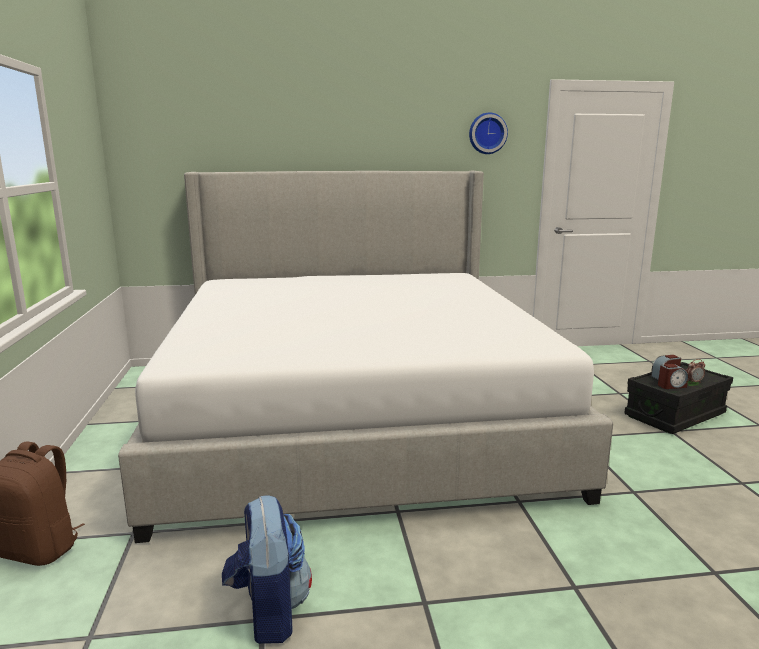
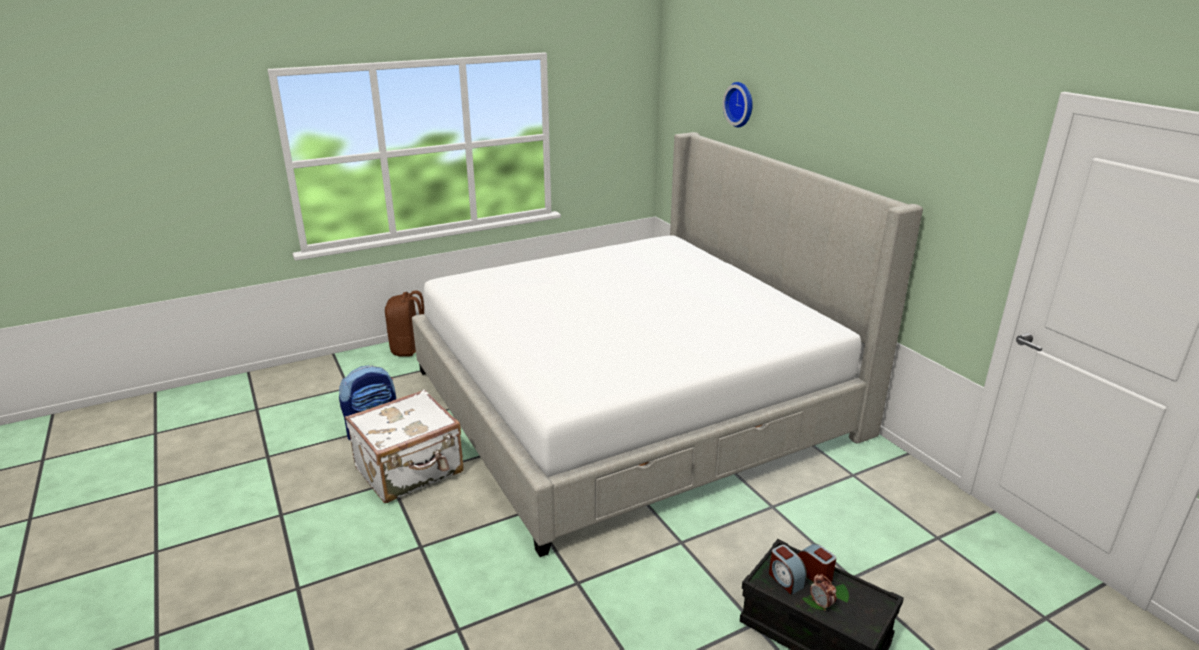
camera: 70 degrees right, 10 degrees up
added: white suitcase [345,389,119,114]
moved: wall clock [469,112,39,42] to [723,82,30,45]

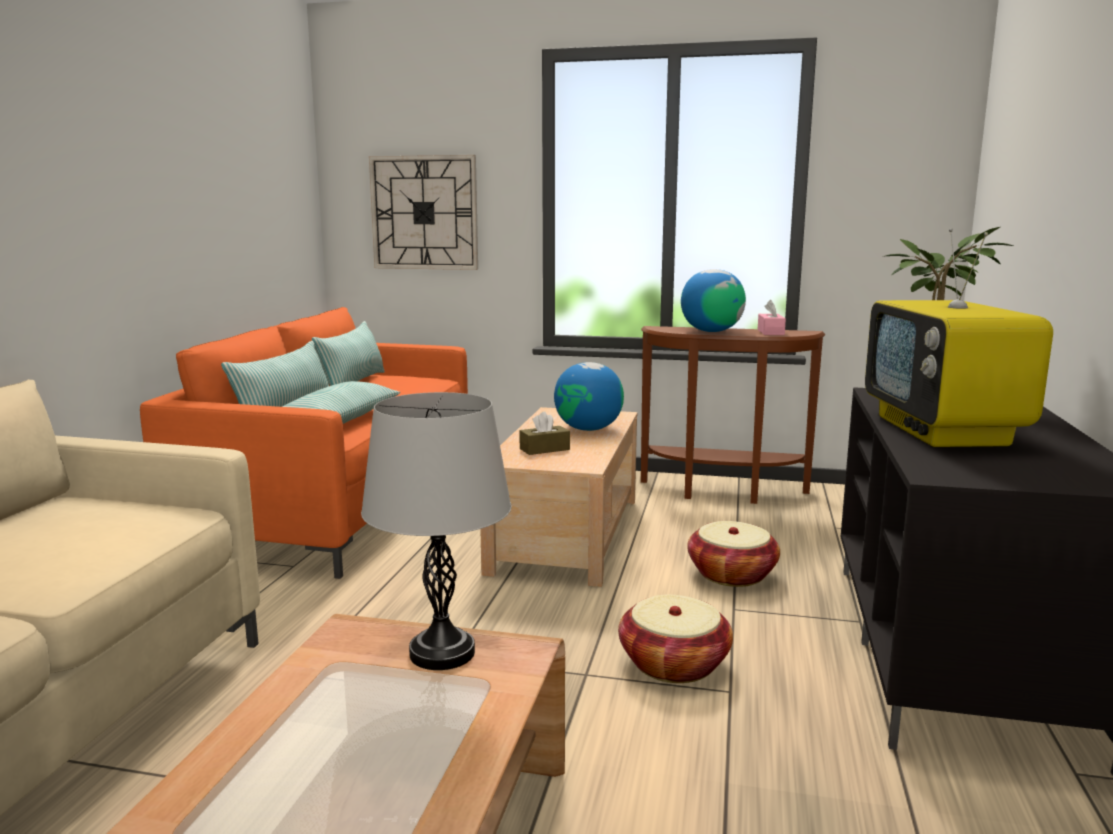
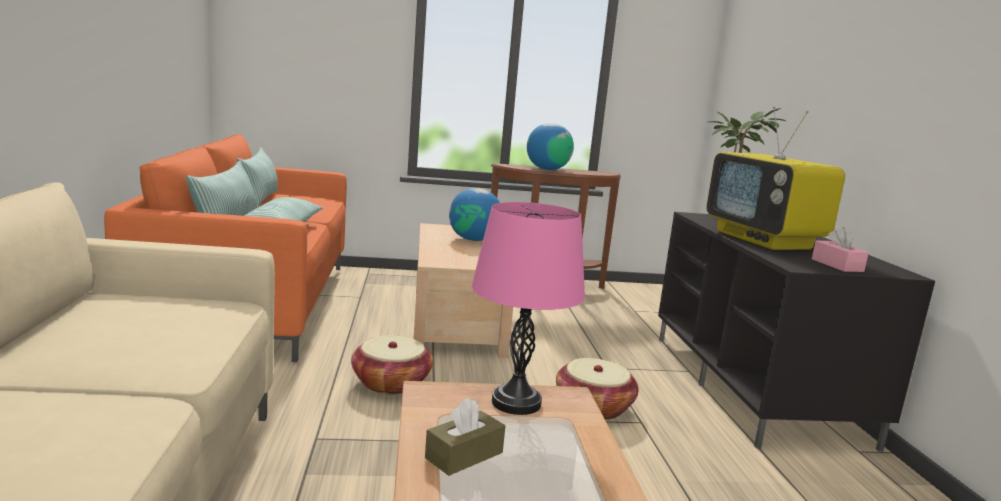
camera: 20 degrees left, 0 degrees up
removed: wall clock [369,155,109,115]
moved: brown tissue box [519,411,51,44] to [425,398,80,78]; basket [687,521,93,66] to [351,335,82,60]; pink tissue box [758,300,28,35] to [812,227,57,45]
recoloured: grey table lamp [361,392,151,278] to pink table lamp [471,202,114,213]

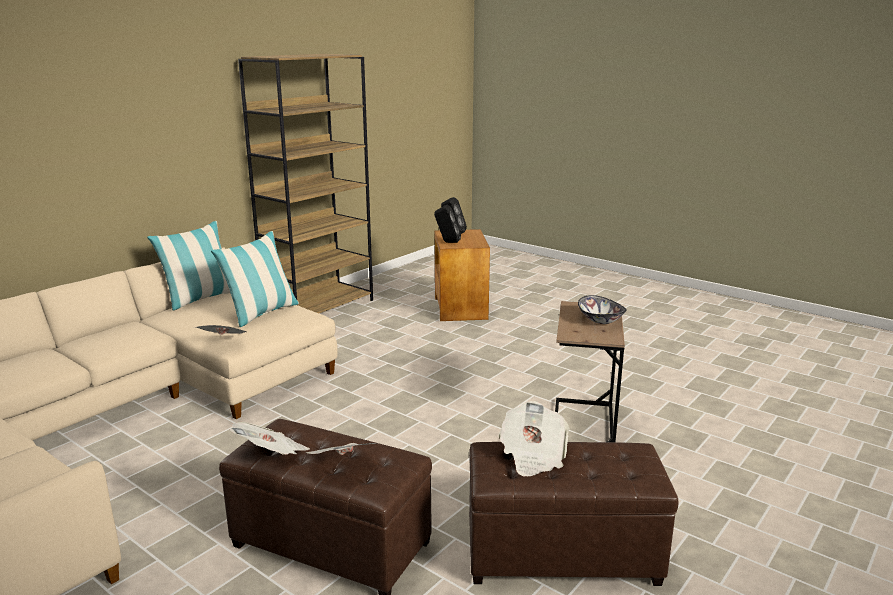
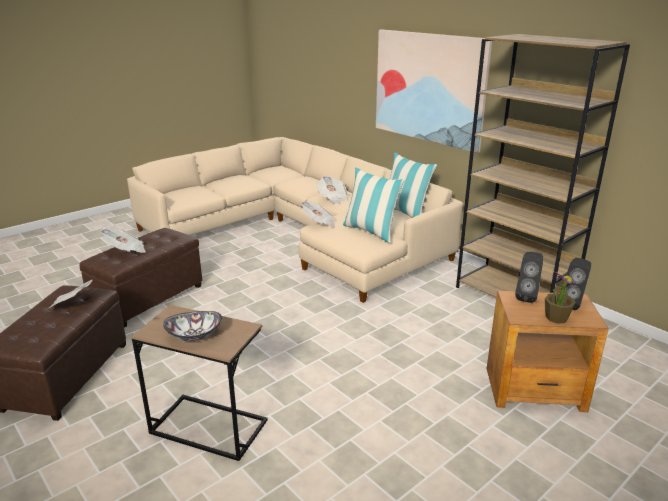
camera: 100 degrees right, 5 degrees up
added: picture [376,29,116,124]; potted plant [545,271,34,53]
moved: newspaper [229,422,81,33] to [317,176,32,28]

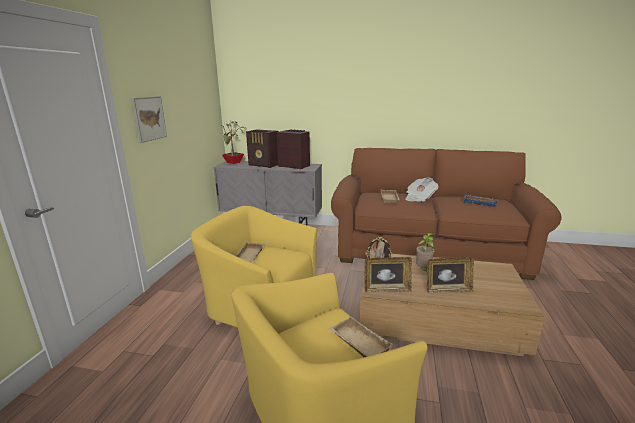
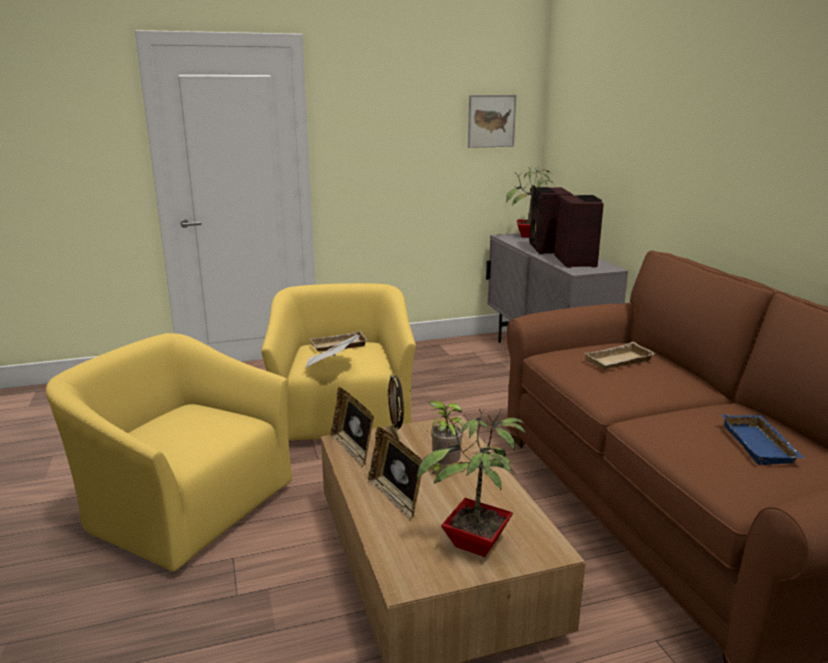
camera: 60 degrees right, 0 degrees up
removed: beige tray [330,316,63,41]
added: potted plant [417,408,109,149]
moved: picture [132,96,35,47] to [468,95,48,53]; newspaper [405,177,33,25] to [304,334,56,34]

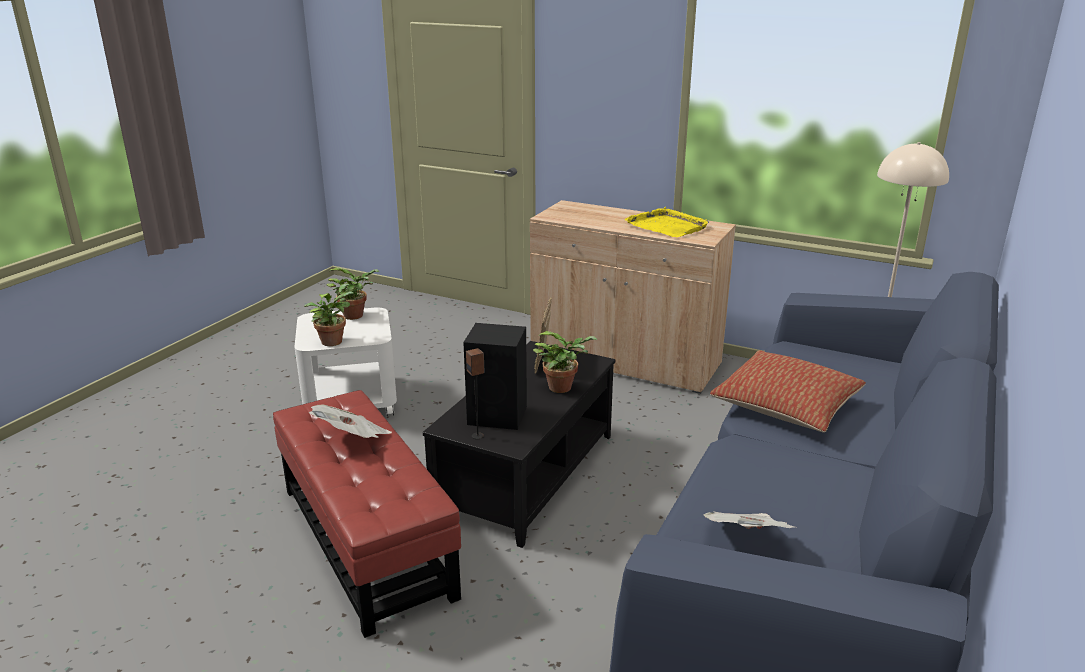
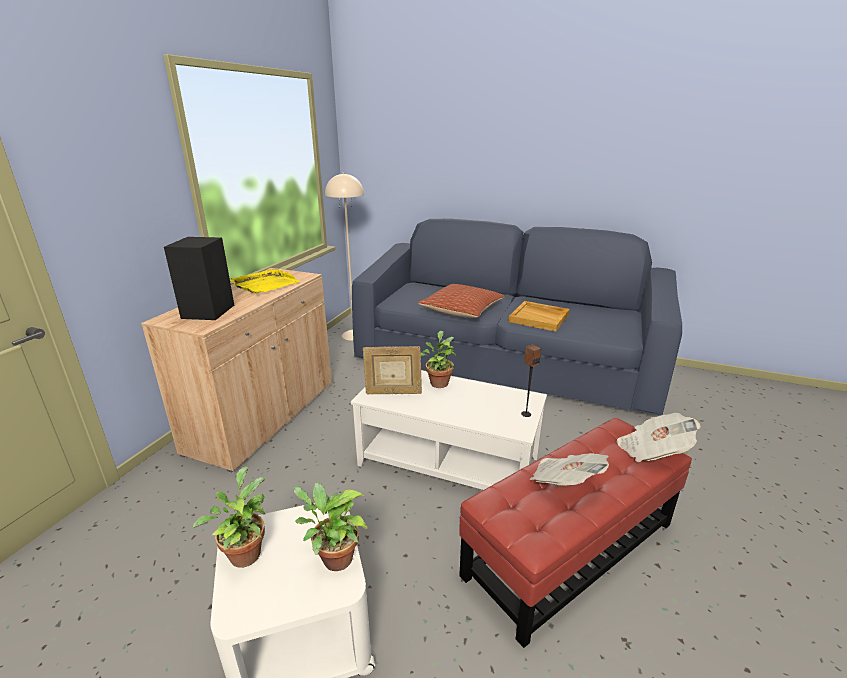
camera: 95 degrees left, 0 degrees up
added: beige tray [508,301,61,31]
moved: black speaker [463,323,64,107] to [164,237,70,83]; newspaper [703,511,91,18] to [616,413,85,49]
recoloured: black coffee table [423,341,192,207] to white coffee table [351,370,196,120]

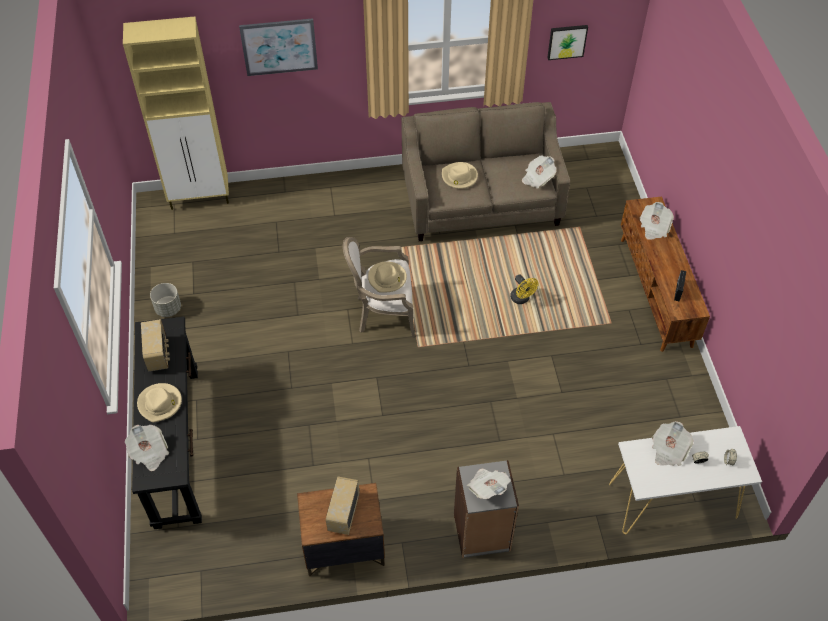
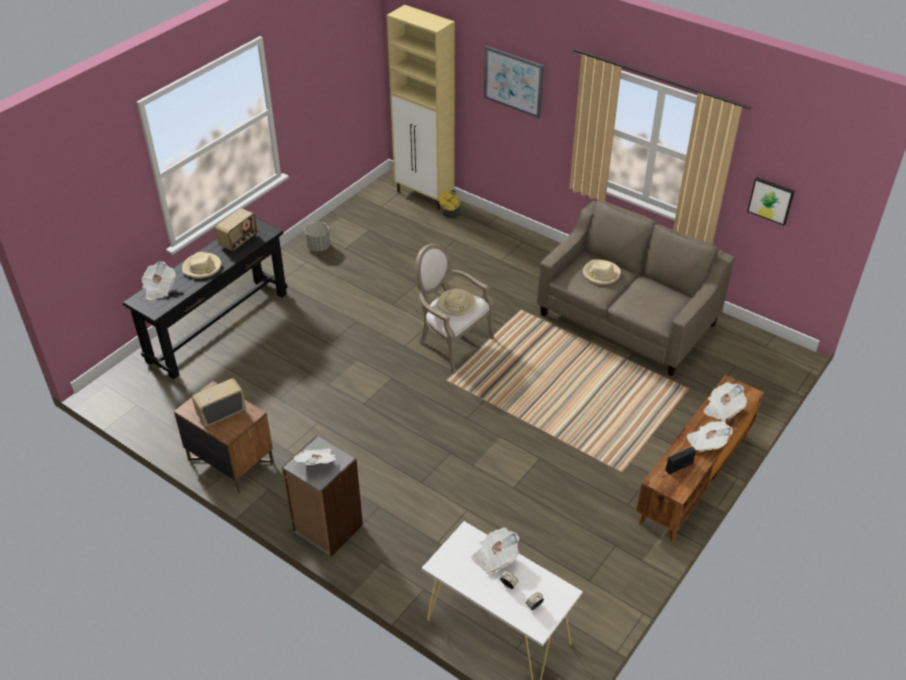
camera: 45 degrees right, 10 degrees down
moved: yellow fan [510,274,28,30] to [439,190,21,28]; newspaper [522,155,35,34] to [687,421,46,30]

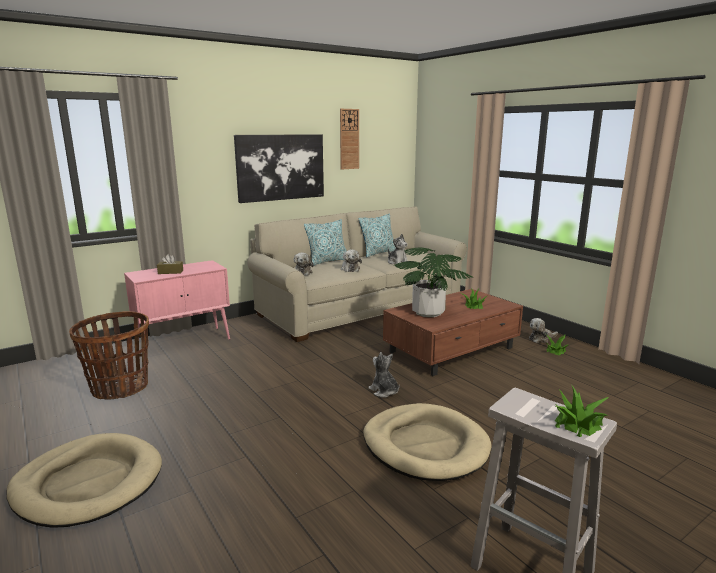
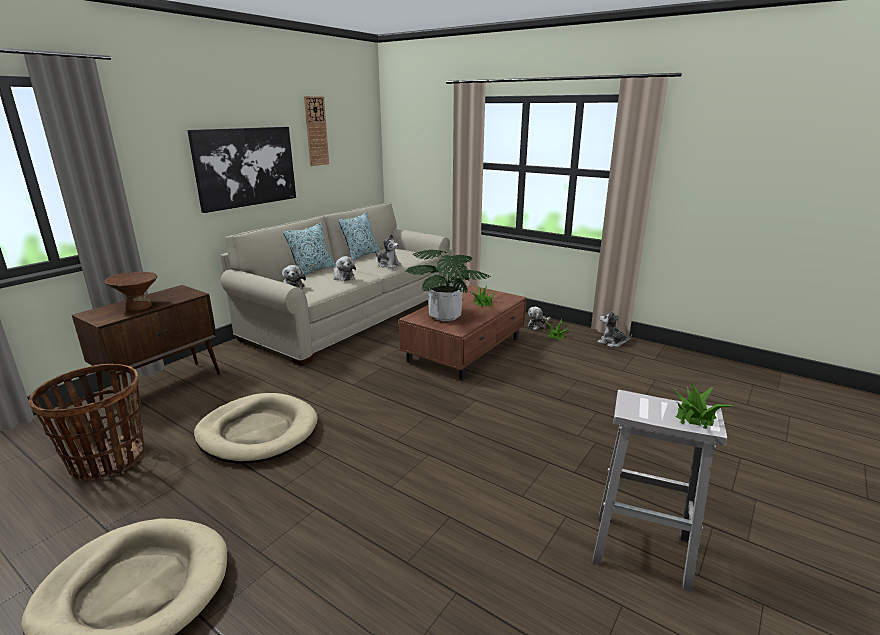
camera: 20 degrees left, 5 degrees up
moved: beige dog bed [363,403,128,78] to [194,393,124,71]; plush toy [368,352,31,46] to [598,311,34,36]
replaced: brown tissue box [157,254,26,20] to brown bowl [104,272,54,39]
recoloured: pink cabinet [124,260,106,80] to brown cabinet [72,285,148,116]

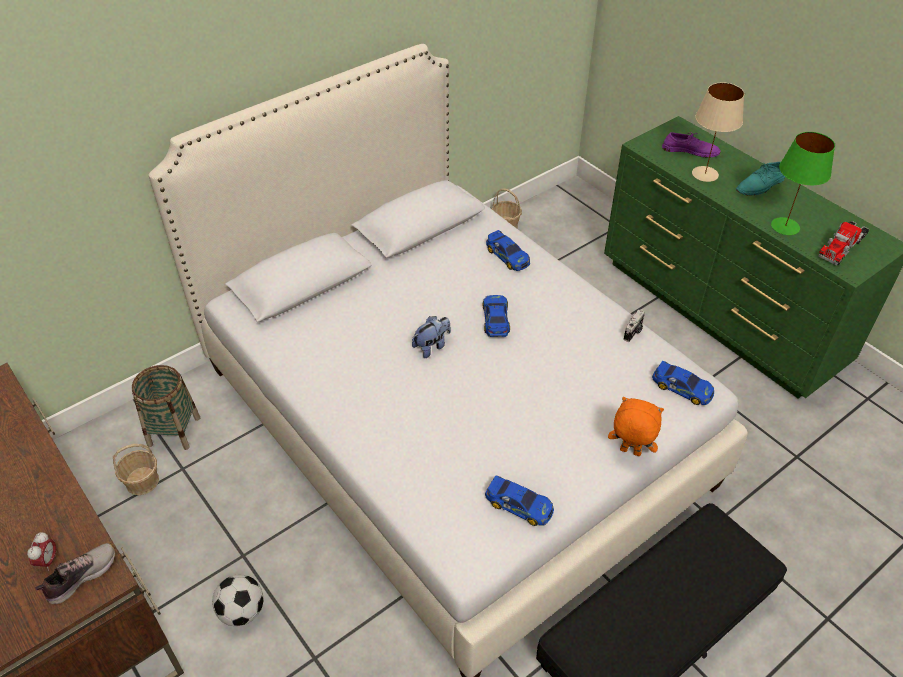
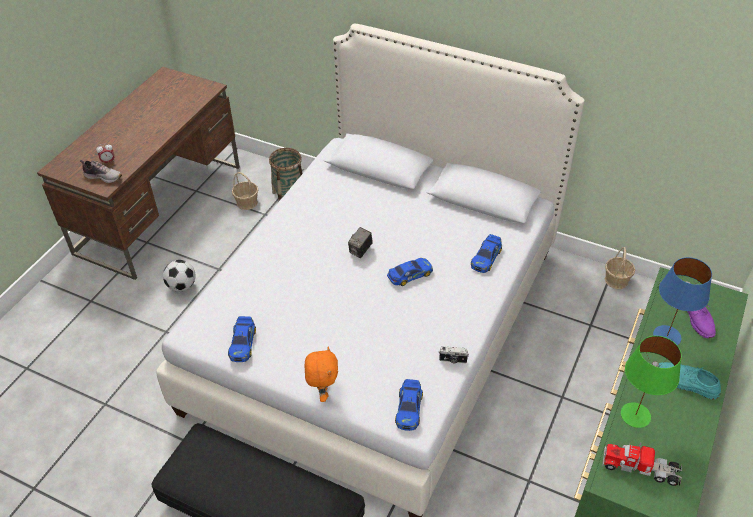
camera: 65 degrees right, 0 degrees up
replaced: plush toy [412,316,39,42] to photo camera [348,227,25,31]
recoloured: beige table lamp [692,82,52,100] to blue table lamp [653,257,59,88]

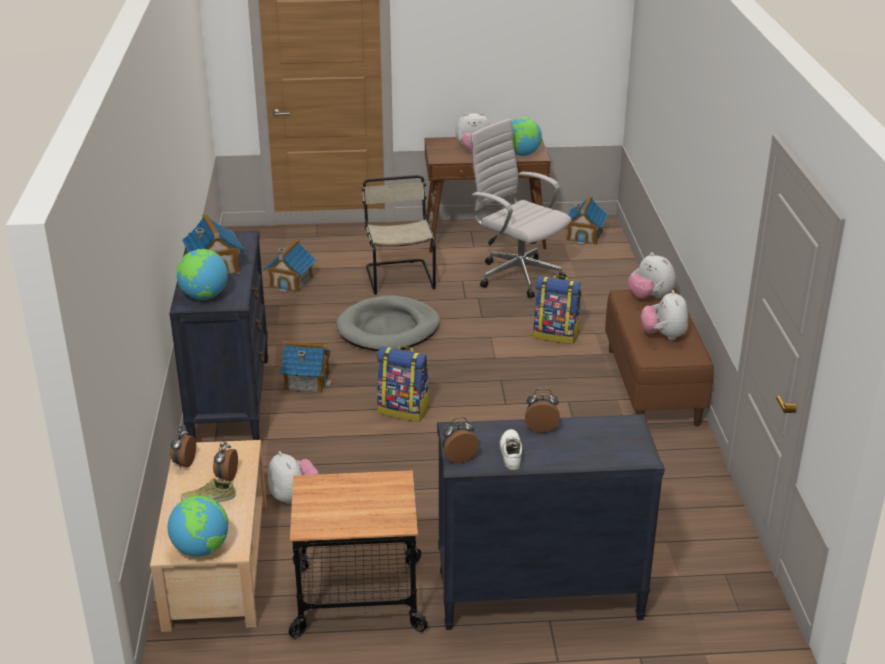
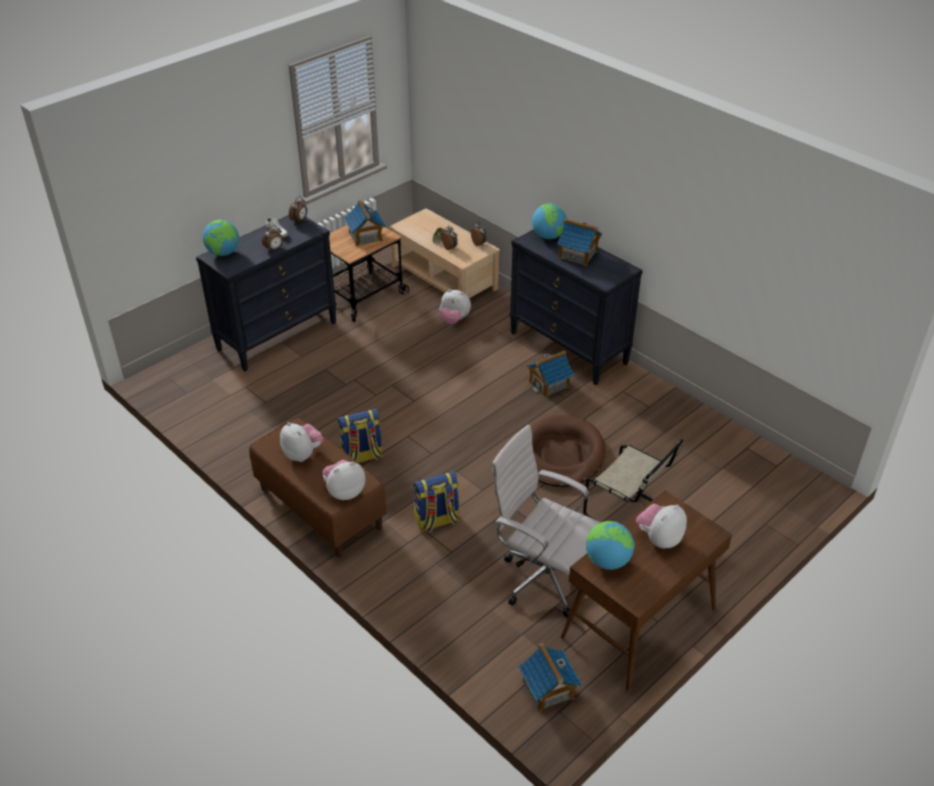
camera: 140 degrees right, 10 degrees up
moved: globe [168,496,60,61] to [203,220,36,36]; toy house [264,239,53,54] to [344,200,42,46]; backpack [377,346,53,76] to [337,409,46,54]
recoloured: grey dog bed [336,295,104,56] to brown dog bed [531,415,74,72]
turned: white office chair [469,119,103,180] = [491,425,109,193] 150 degrees counterclockwise; plush toy [628,252,48,47] = [322,460,43,40] 45 degrees counterclockwise

